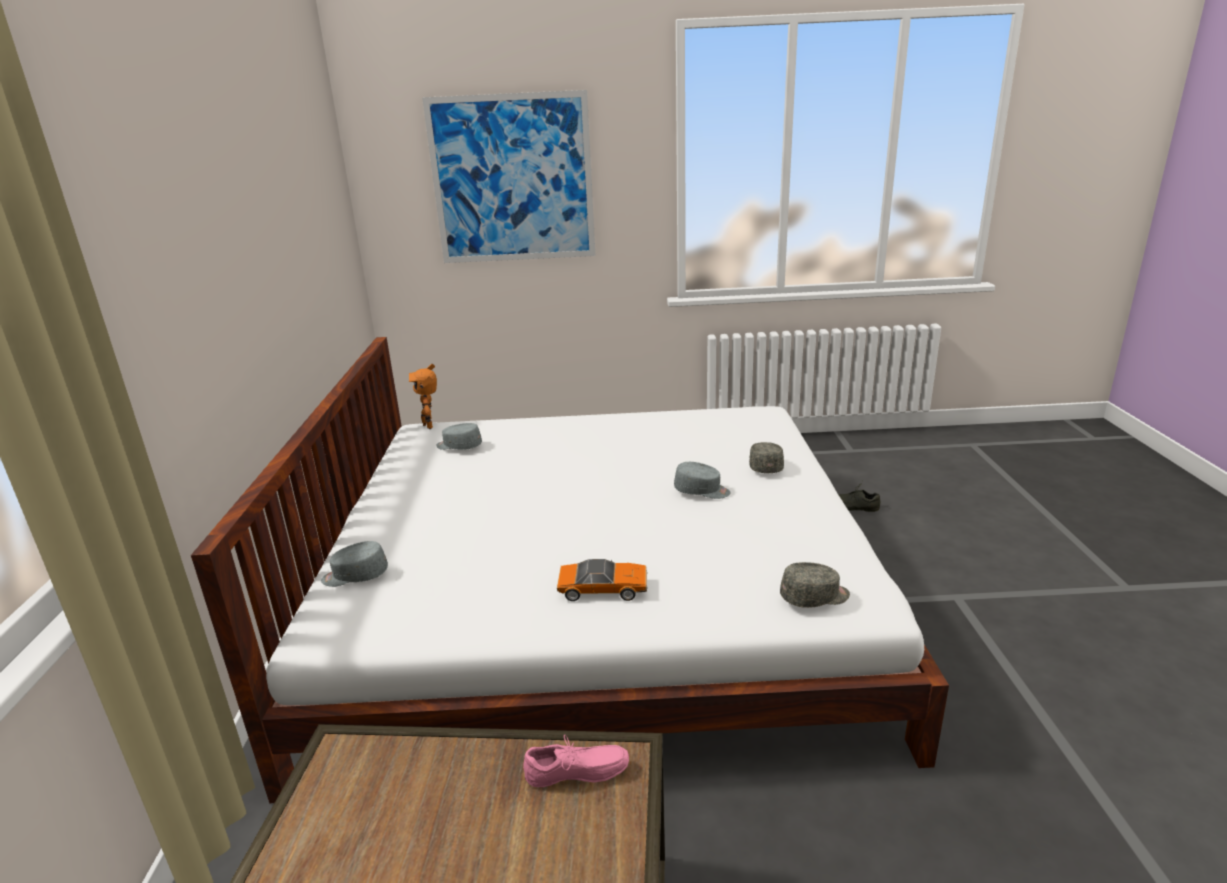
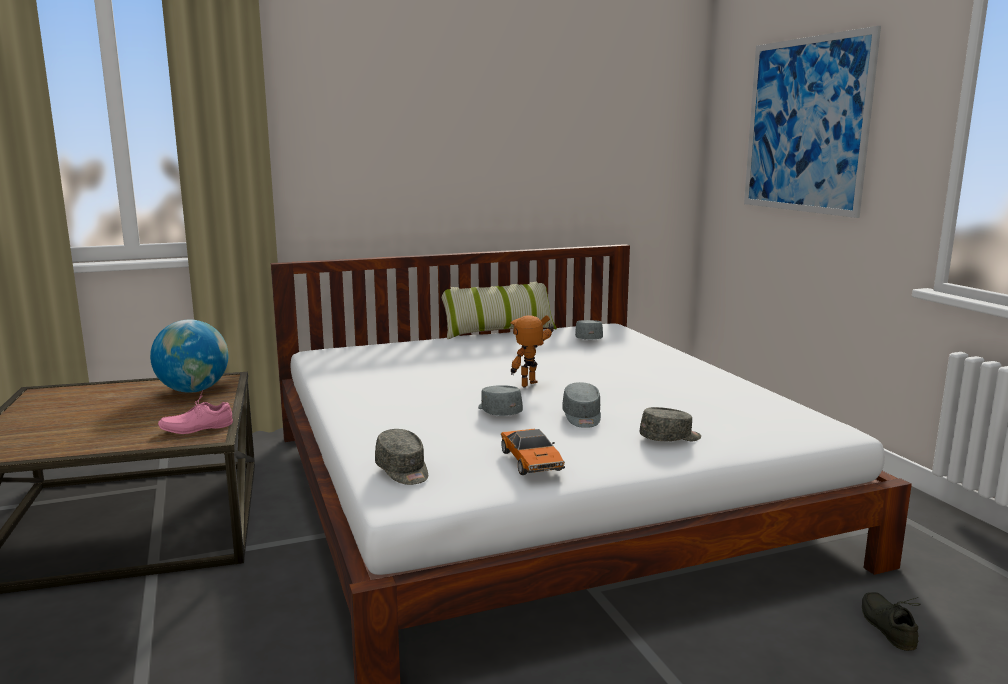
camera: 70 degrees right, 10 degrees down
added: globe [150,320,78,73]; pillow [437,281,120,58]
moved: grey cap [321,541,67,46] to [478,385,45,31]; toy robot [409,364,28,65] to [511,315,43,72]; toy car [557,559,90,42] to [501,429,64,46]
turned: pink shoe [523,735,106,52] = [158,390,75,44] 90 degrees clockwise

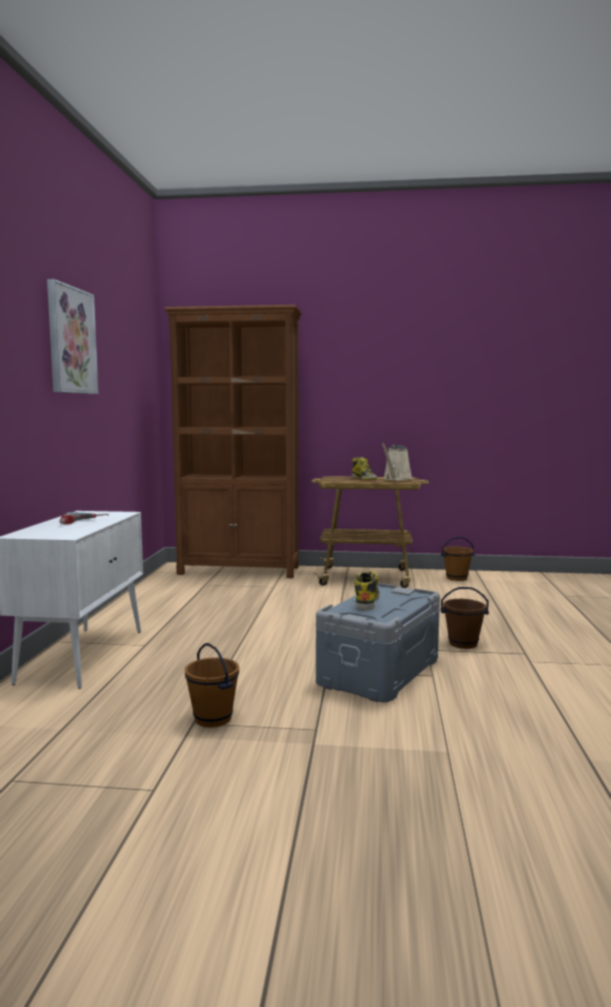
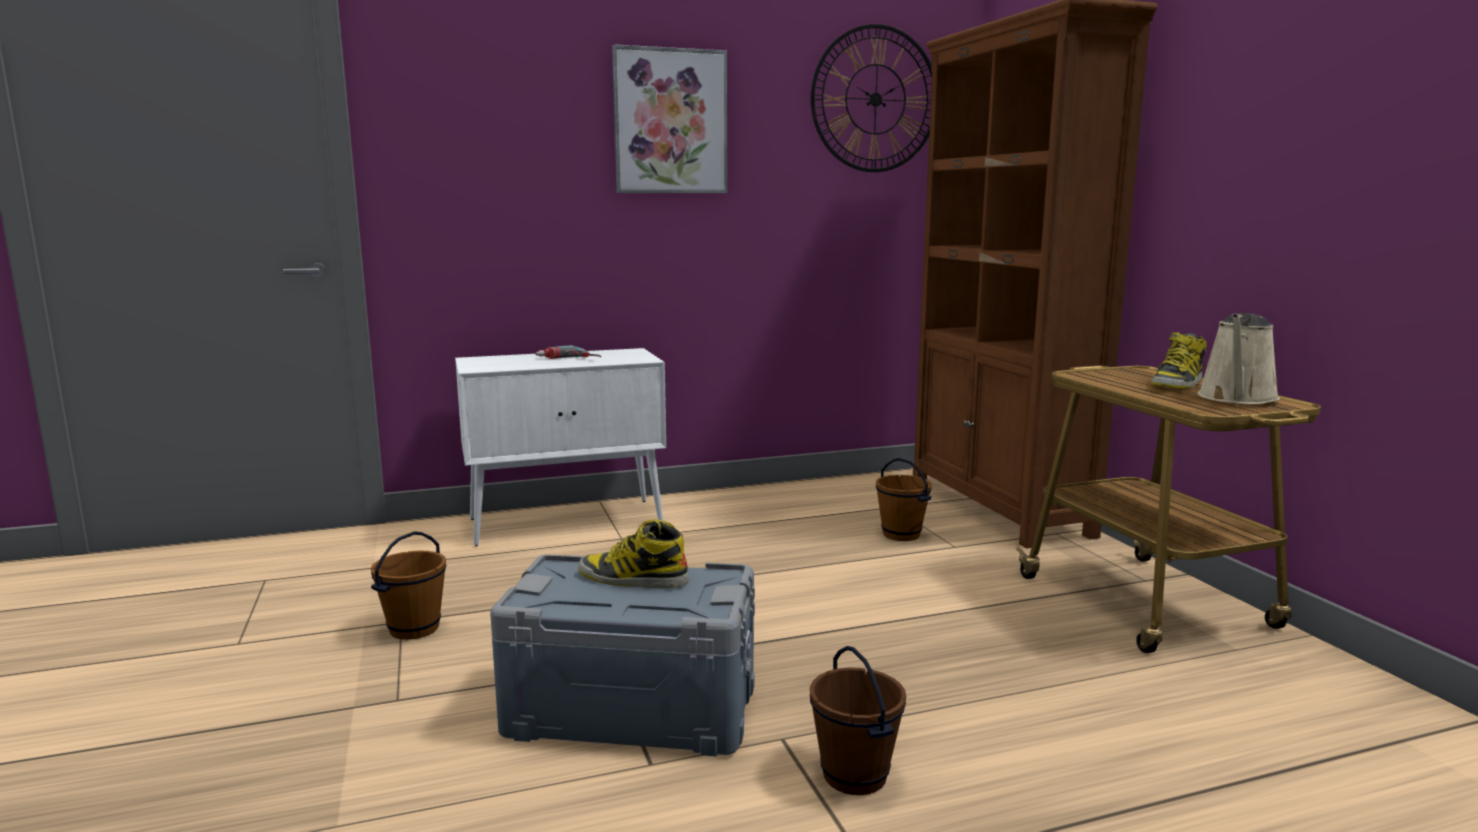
camera: 65 degrees right, 5 degrees up
added: wall clock [811,24,121,148]
moved: brown bucket [441,537,34,44] to [876,458,56,83]
turned: boot [355,571,25,39] = [578,519,111,69] 150 degrees counterclockwise; beige watering can [381,443,32,37] = [1197,313,83,91] 60 degrees counterclockwise

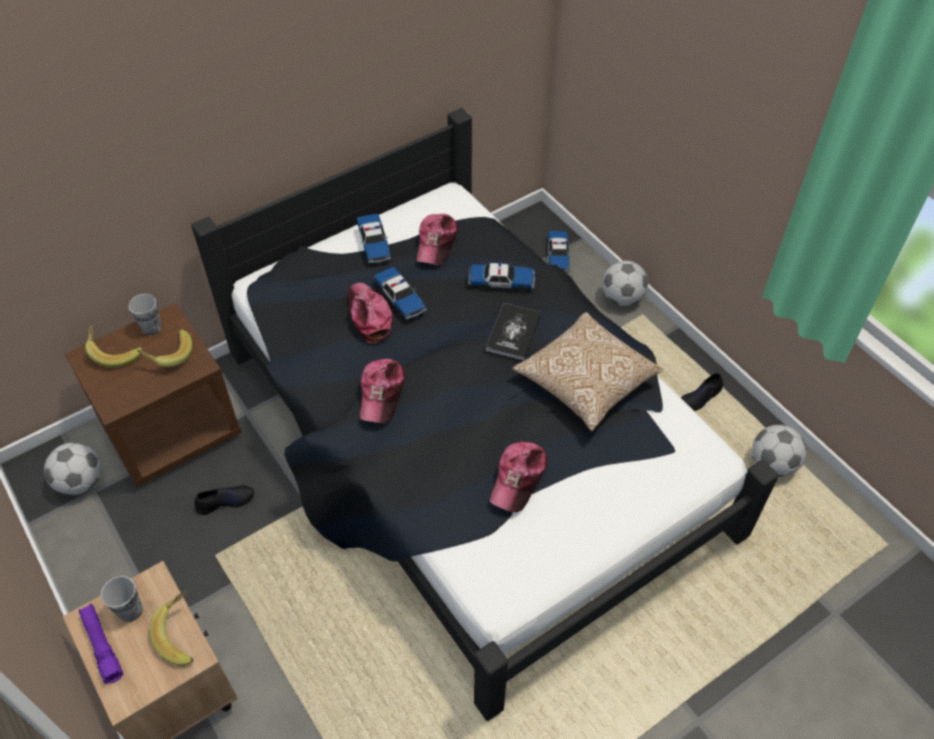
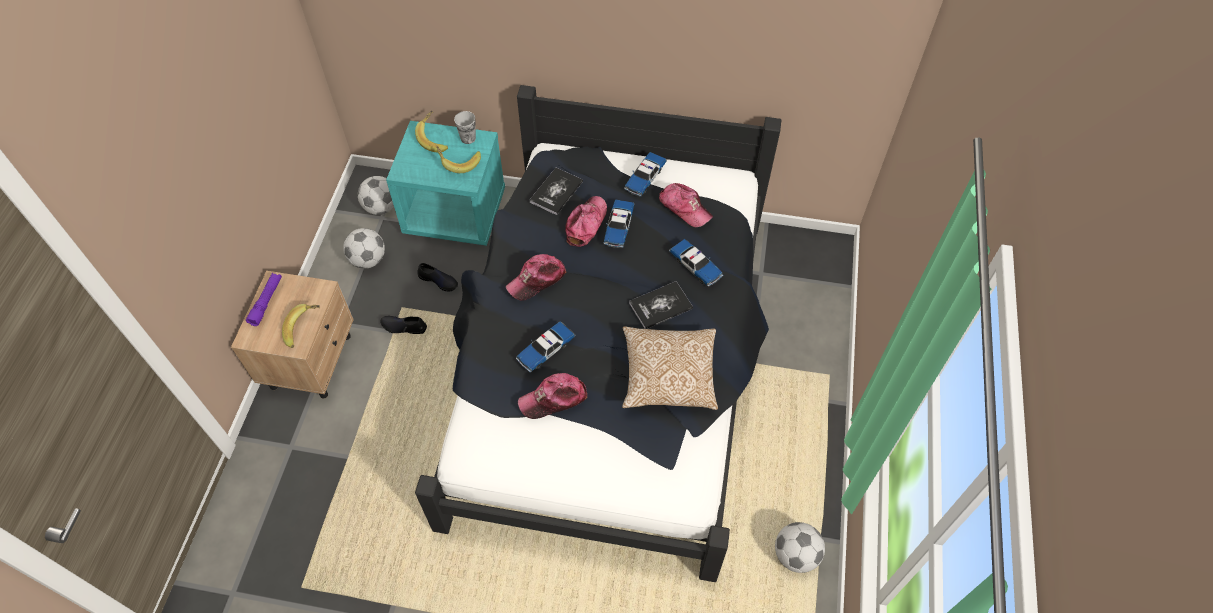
camera: 45 degrees right, 5 degrees up
removed: cup [101,576,42,46]
added: book [530,168,53,47]
moved: toy car [548,231,23,41] to [516,322,60,51]; football [602,261,46,45] to [343,228,42,41]; black shoe [681,373,43,38] to [380,316,47,18]
recoloured: brown nightstand [65,303,177,184] to turquoise nightstand [386,121,119,125]
turned: cap [416,214,42,51] = [659,183,54,45] 105 degrees counterclockwise

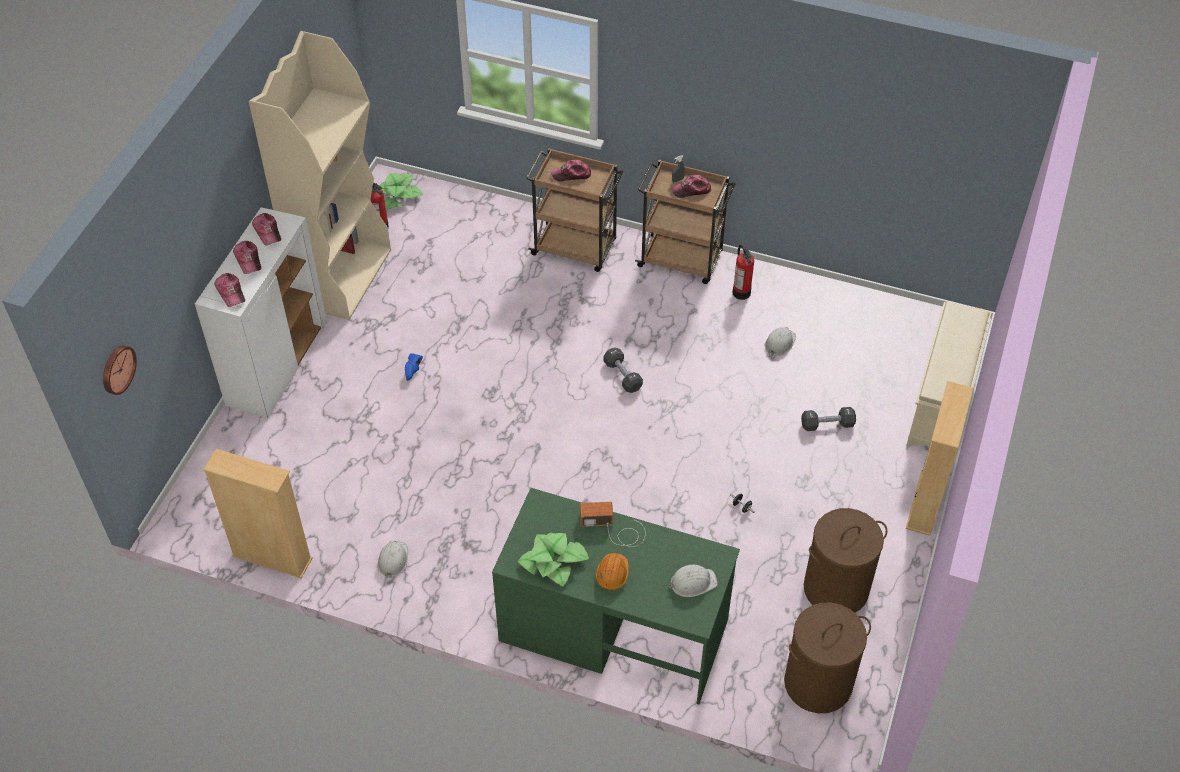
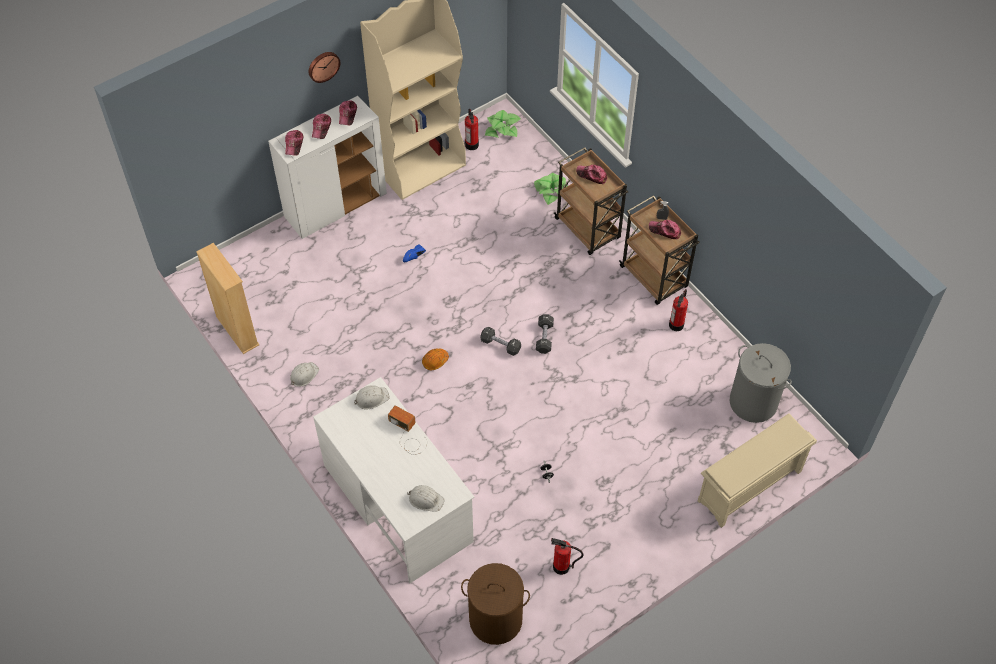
camera: 35 degrees right, 5 degrees up
removed: beige bookcase [906,381,67,155]
added: grey laundry basket [730,343,62,80]
moved: wall clock [103,346,34,49] to [309,52,31,31]; potted plant [518,533,71,53] to [534,173,34,32]; orange hard hat [596,553,33,37] to [422,348,27,22]; white hard hat [765,327,31,29] to [354,385,36,24]; black dumbbell [801,407,55,24] to [480,327,41,29]
replaced: brown laundry basket [804,508,84,105] to fire extinguisher [551,538,32,37]
recoloured: green desk [492,488,248,217] to white desk [313,377,161,206]

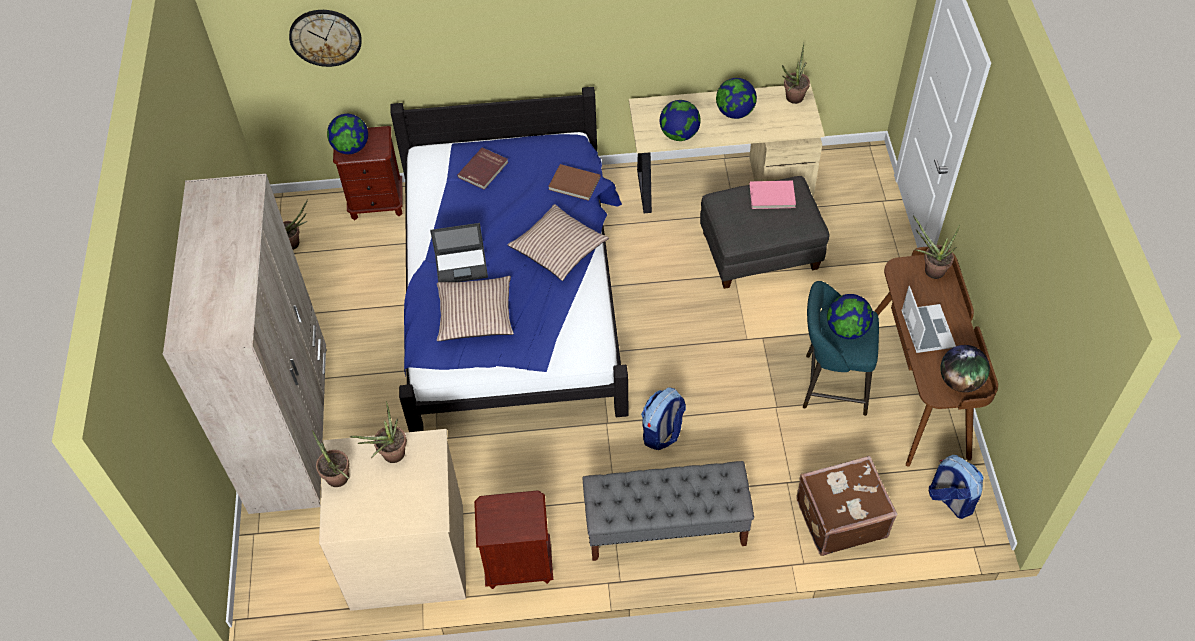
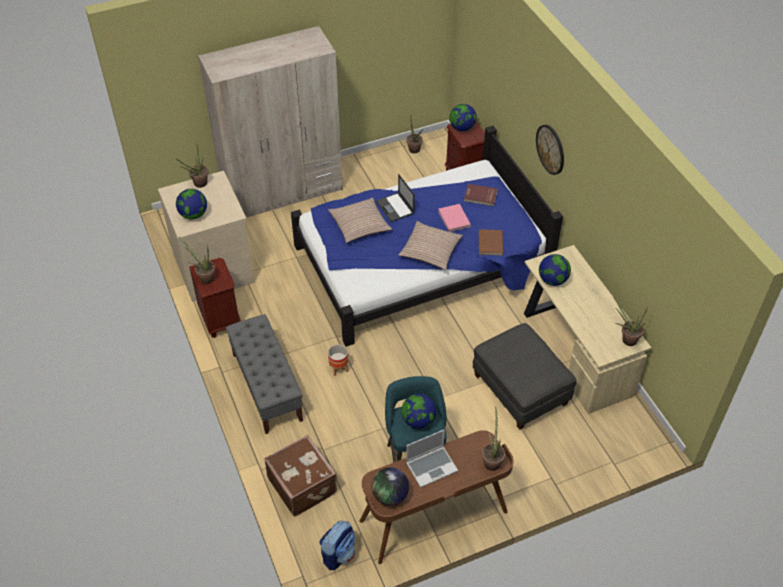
camera: 70 degrees right, 5 degrees down
moved: wall clock [289,10,73,57] to [536,125,28,50]; potted plant [350,401,57,62] to [178,236,37,48]; globe [716,78,41,41] to [176,189,31,30]; pink book [750,181,46,28] to [438,204,33,28]
replaced: backpack [641,387,45,63] to planter [328,344,20,32]

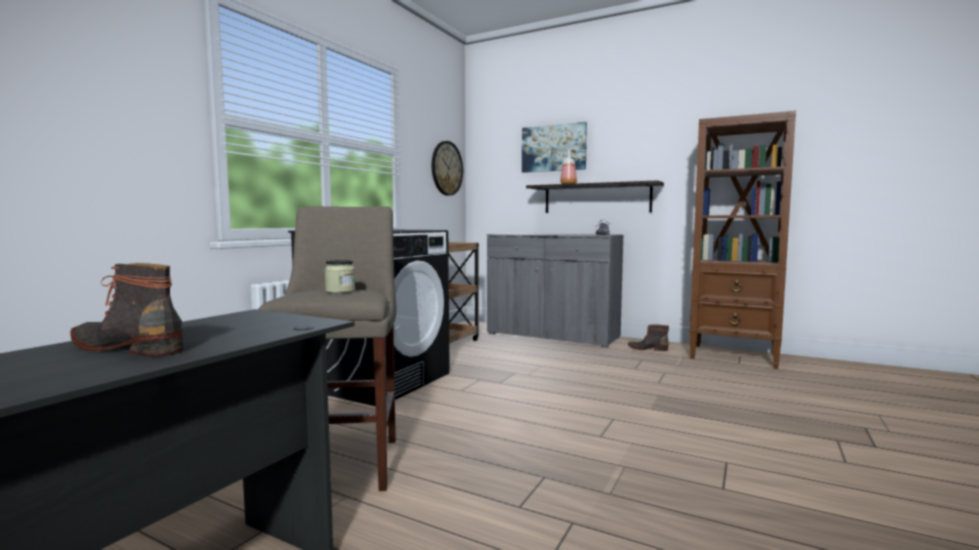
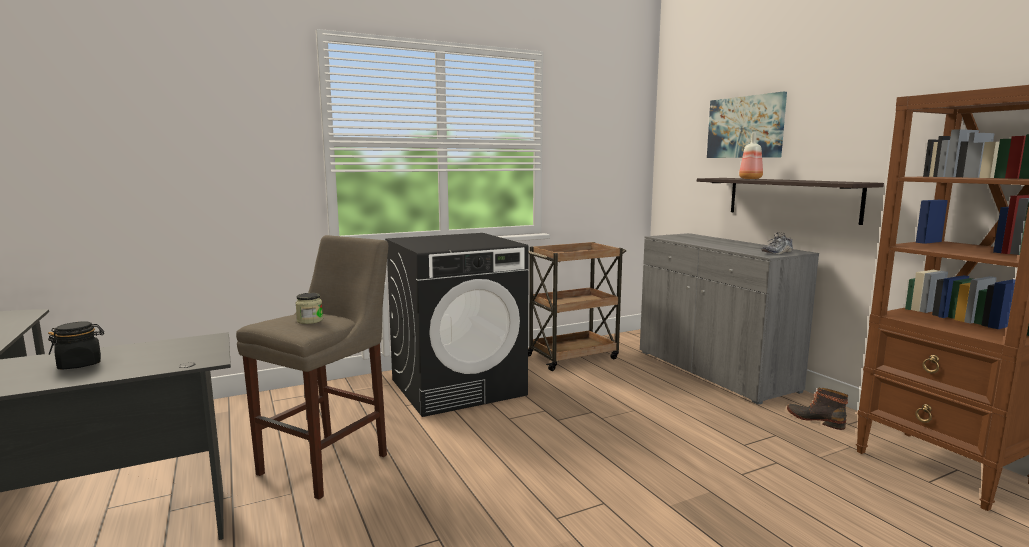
camera: 35 degrees right, 5 degrees up
removed: wall clock [432,141,31,55]
replaced: boot [70,263,114,94] to black jar [48,321,56,48]

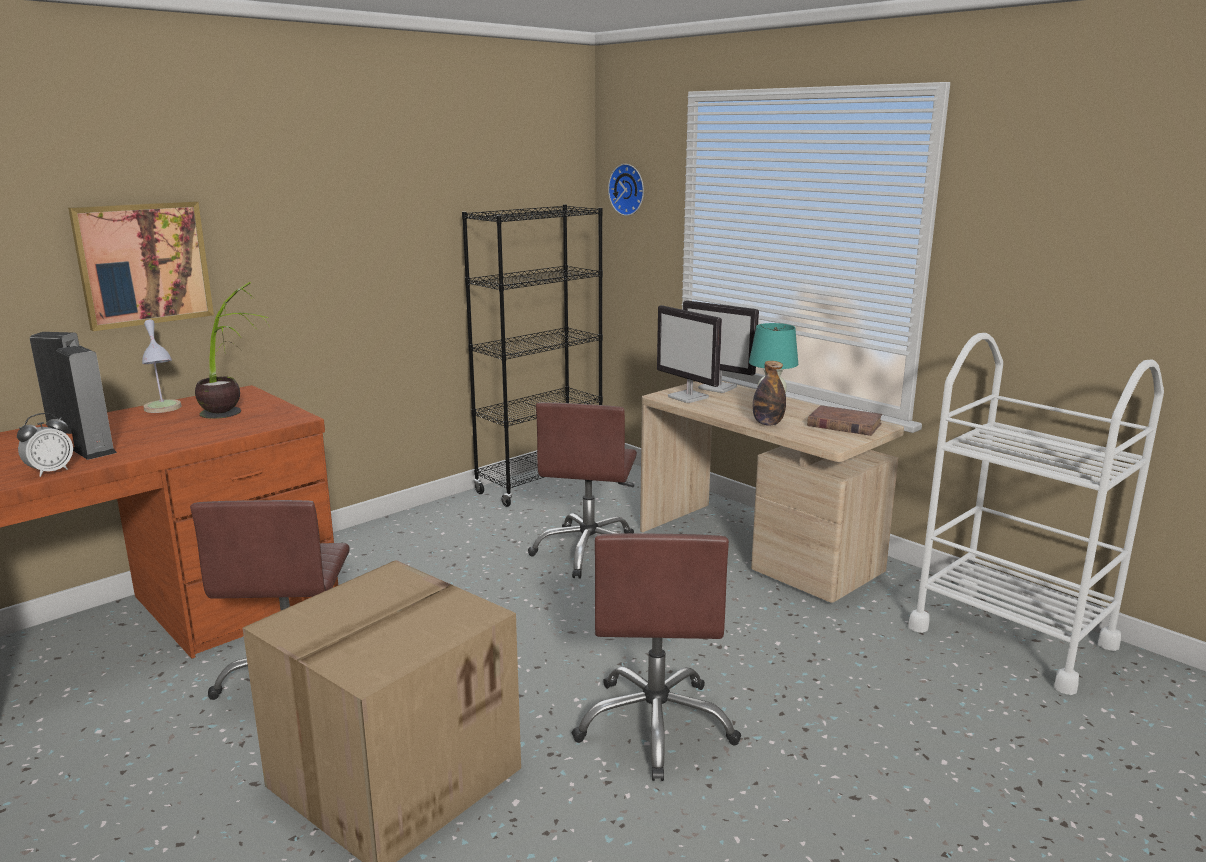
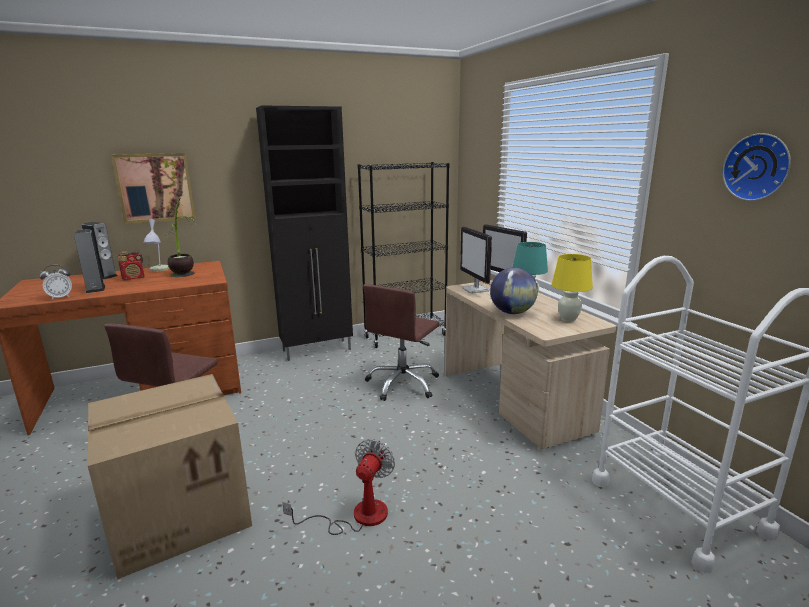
camera: 20 degrees right, 0 degrees up
added: radio [117,251,28,29]; black cabinet [256,105,97,256]
moved: wall clock [608,164,36,52] to [722,133,69,68]
replaced: brown office chair [572,533,169,248] to fan [283,439,112,96]; bottle [753,361,33,65] to globe [490,268,48,46]; brown book [807,405,76,31] to yellow table lamp [552,254,41,68]

